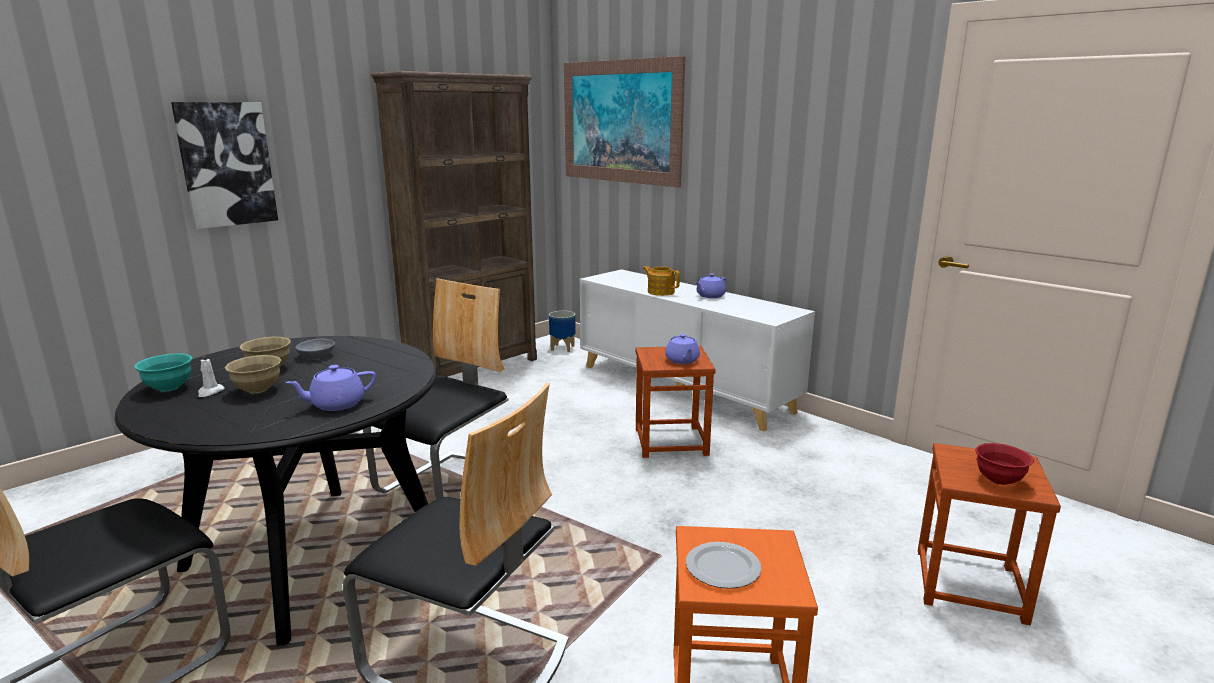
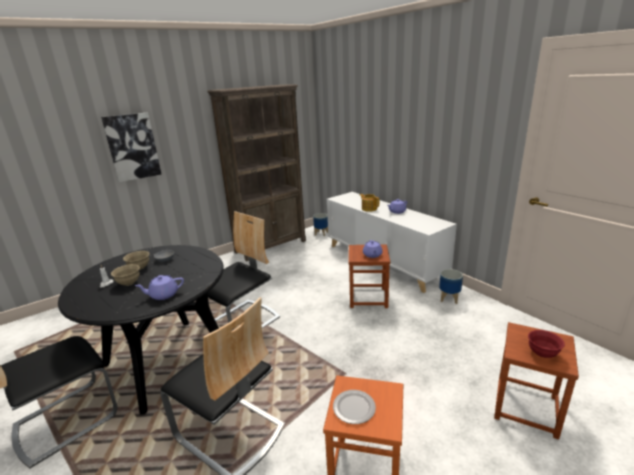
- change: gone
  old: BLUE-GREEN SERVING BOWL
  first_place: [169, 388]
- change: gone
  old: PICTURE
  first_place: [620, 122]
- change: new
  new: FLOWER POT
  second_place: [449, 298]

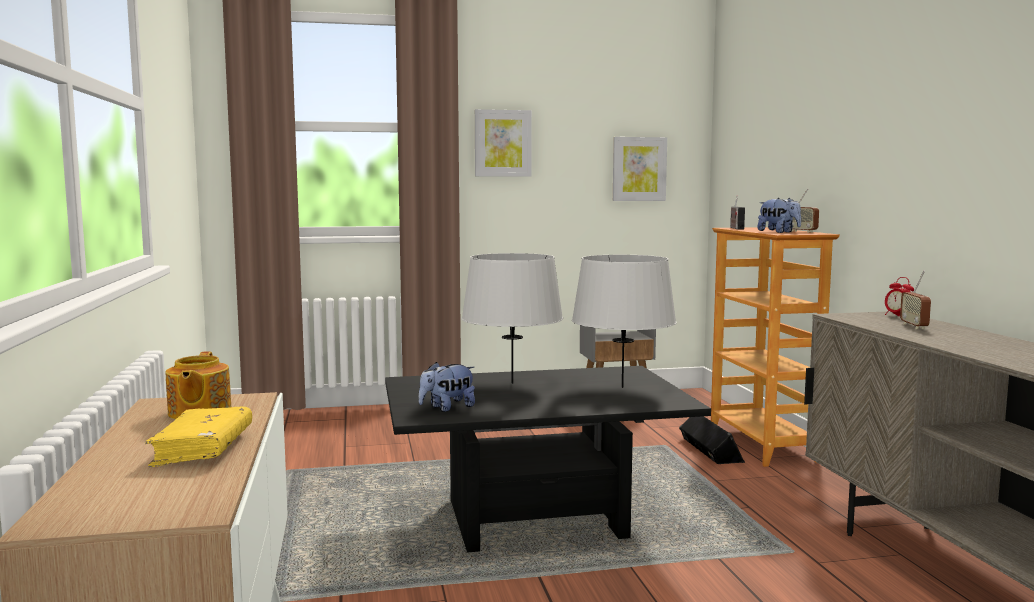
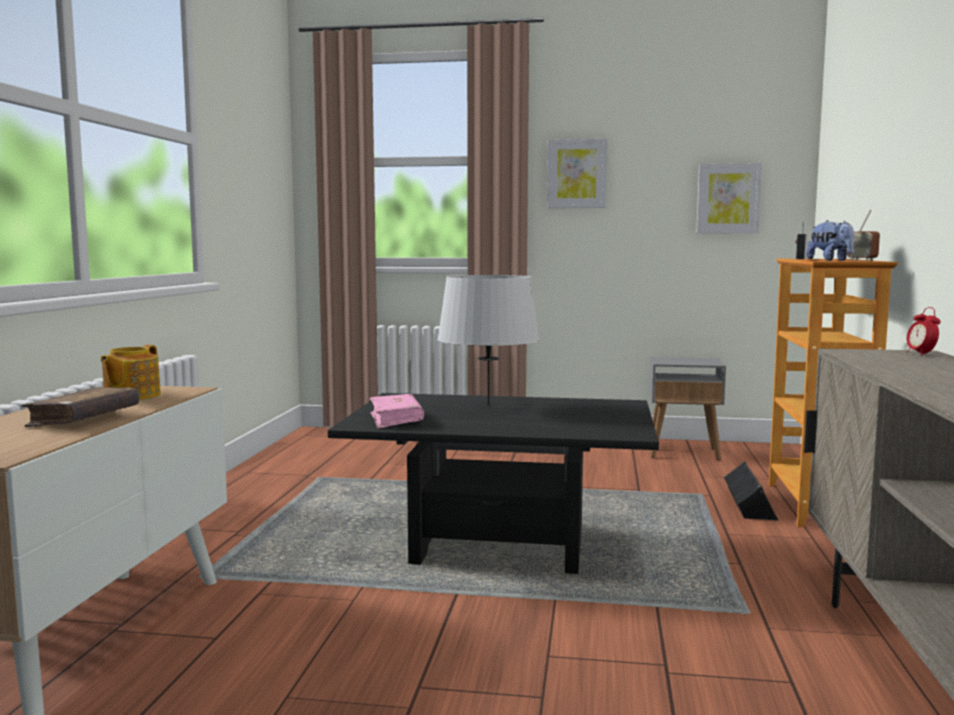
- change: gone
  old: GREYISH LAMP FOR A TABLE
  first_place: [622, 387]
- change: gone
  old: RADIO RECEIVER
  first_place: [914, 326]
- change: swapped
  old: PLUSH TOY
  new: PINKISH VOLUME
  first_place: [447, 408]
  second_place: [396, 420]
- change: repainted
  old: YELLOW-COLOURED VOLUME
  new: BROWNISH VOLUME
  first_place: [203, 449]
  second_place: [84, 419]

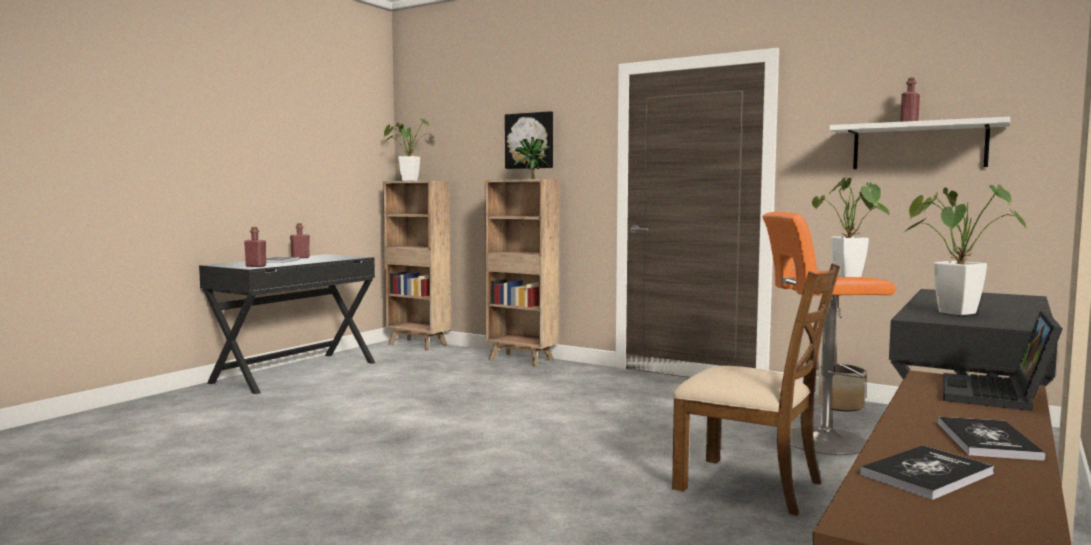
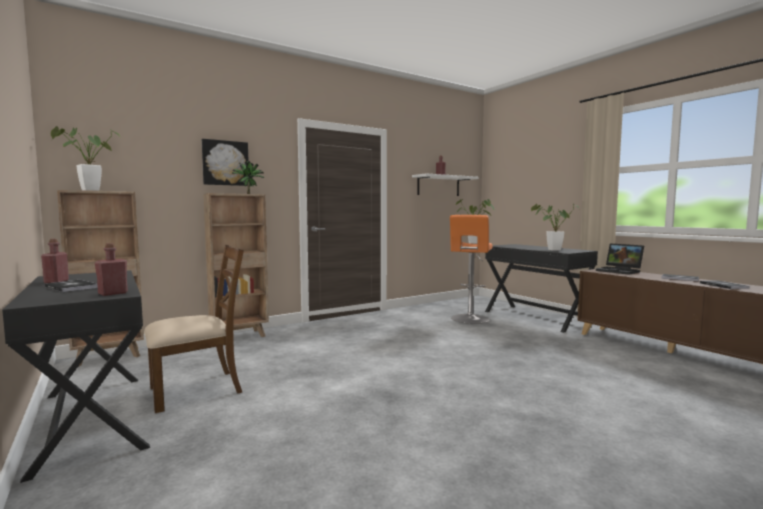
- change: gone
  old: FLOWER POT
  first_place: [840, 406]
- change: shifted
  old: BROWNISH CHAIR
  first_place: [750, 485]
  second_place: [197, 389]

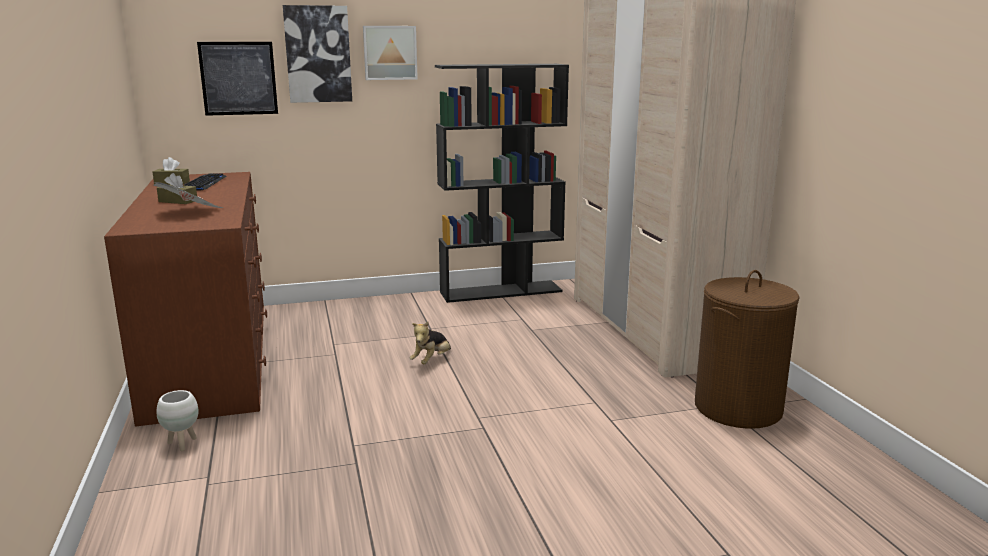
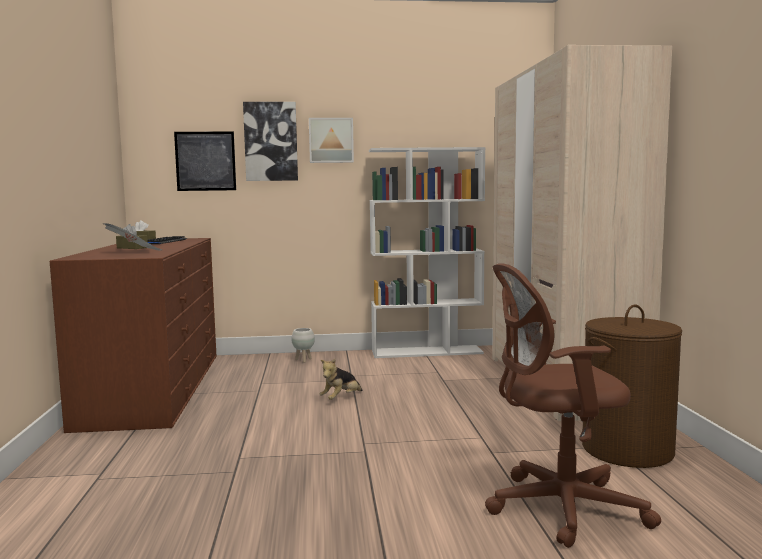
- change: new
  new: BROWNISH OFFICE CHAIR
  second_place: [558, 508]
- change: shifted
  old: WHITE FLOWER POT
  first_place: [182, 444]
  second_place: [303, 360]
- change: repainted
  old: BLACK BOOKSHELF
  new: WHITE BOOKSHELF
  first_place: [501, 291]
  second_place: [427, 352]

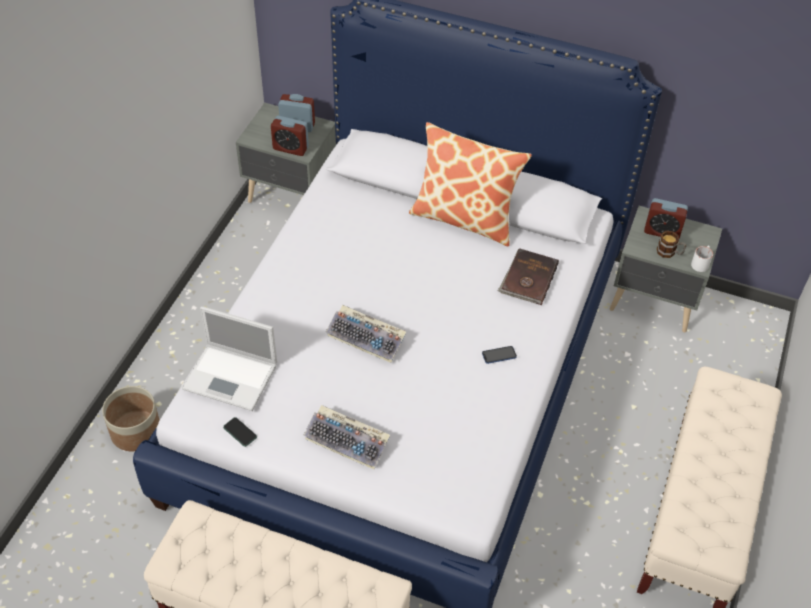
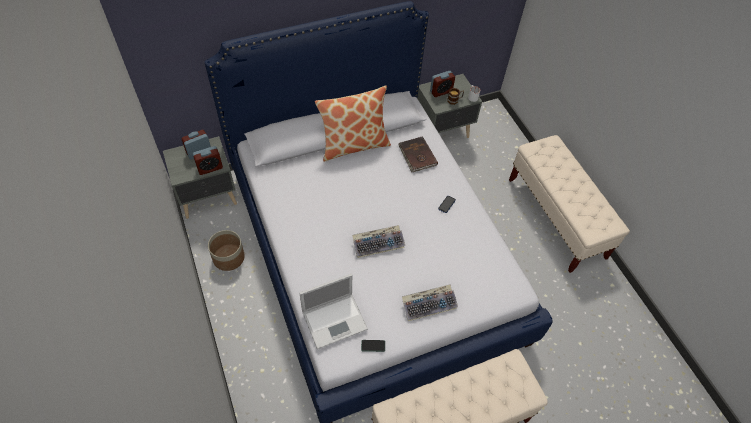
- change: shifted
  old: FLOWER POT
  first_place: [136, 431]
  second_place: [228, 257]

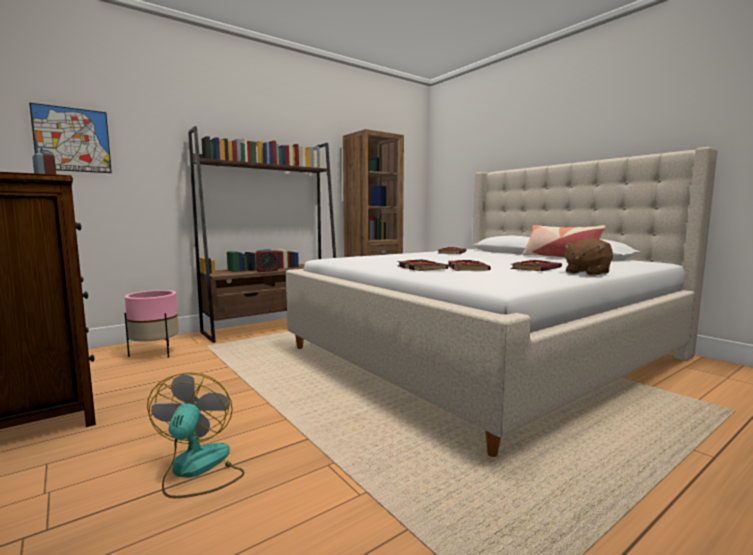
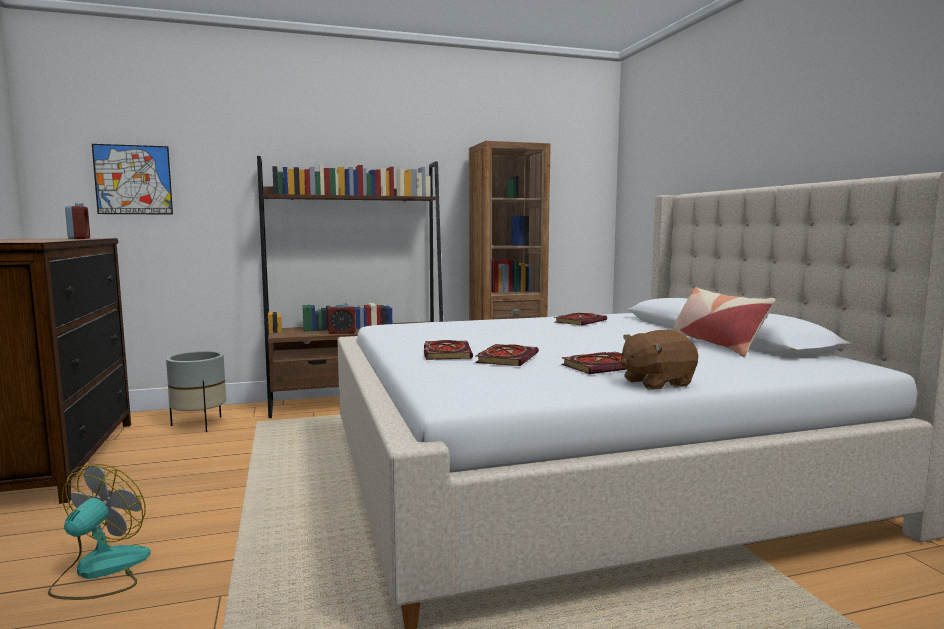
- change: repainted
  old: PINKISH FLOWER POT
  new: GREYISH FLOWER POT
  first_place: [155, 353]
  second_place: [199, 425]

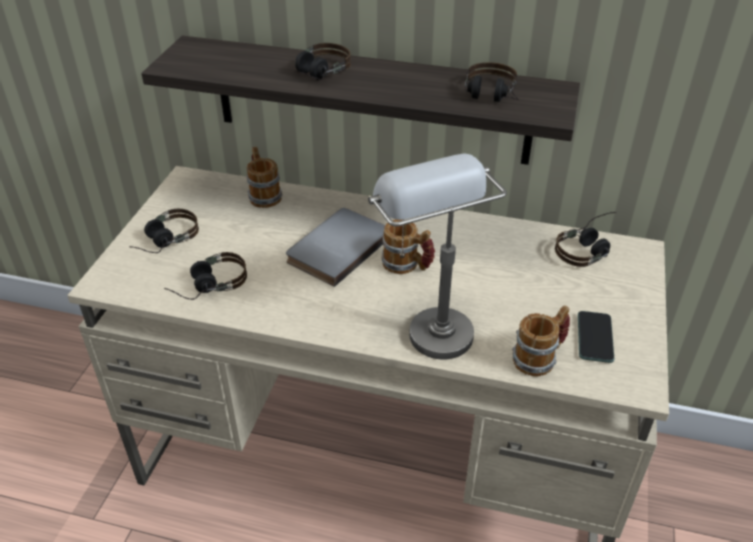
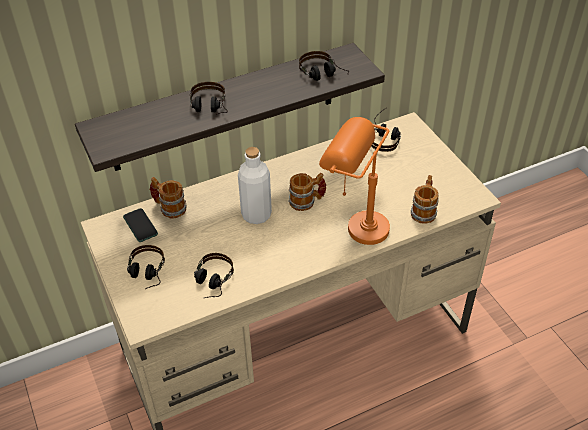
- change: shifted
  old: TELEPHONE
  first_place: [594, 337]
  second_place: [140, 226]
- change: swapped
  old: GREYISH VOLUME
  new: WHITE BOTTLE
  first_place: [336, 248]
  second_place: [256, 215]
- change: repainted
  old: GREYISH LAMP FOR A TABLE
  new: ORANGEY LAMP FOR A TABLE
  first_place: [428, 322]
  second_place: [354, 226]

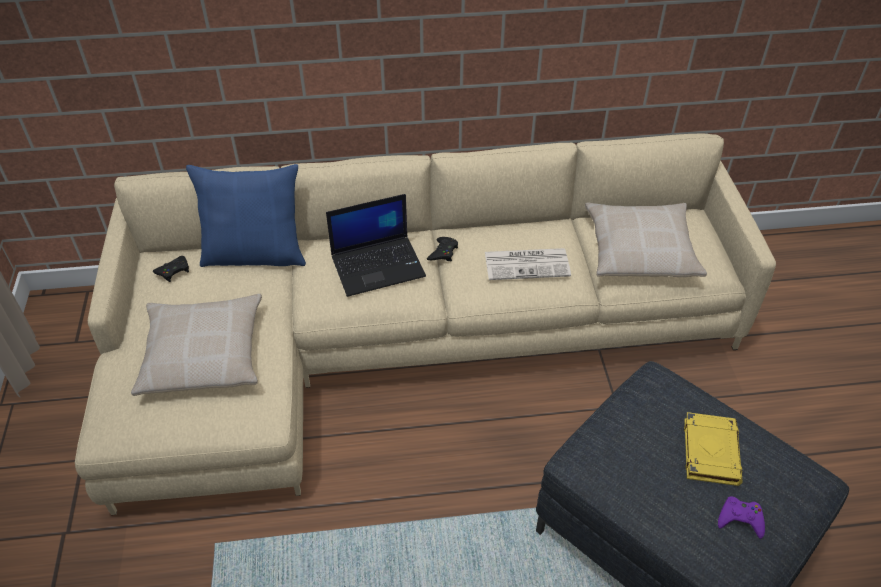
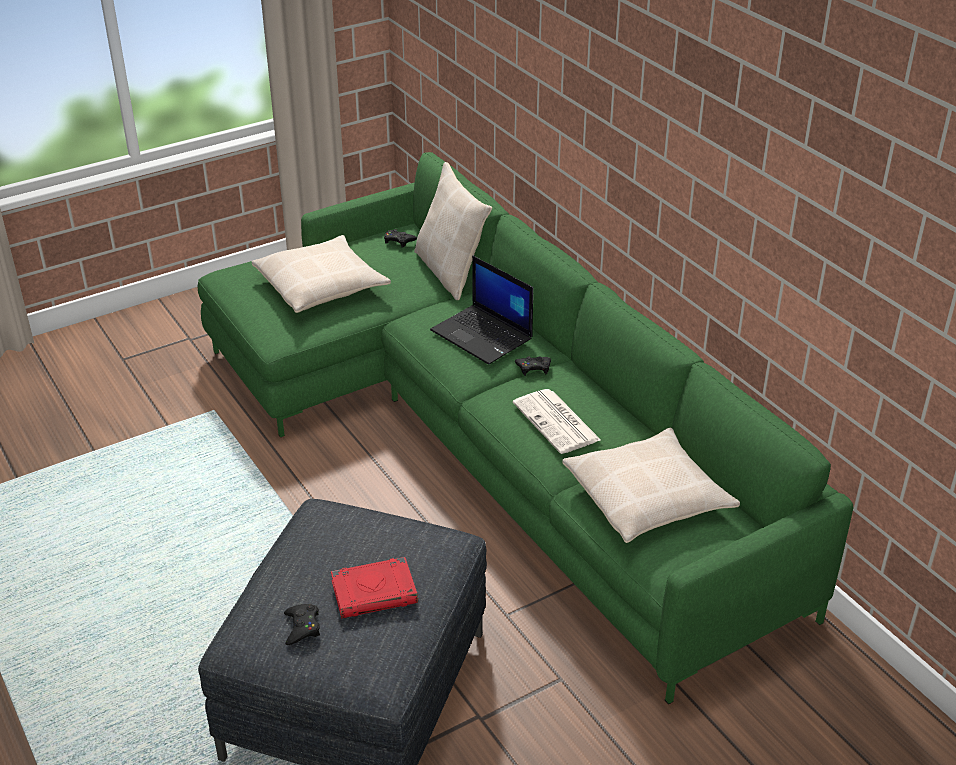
- change: repainted
  old: SAND-COLOURED COUCH
  new: GREEN-COLOURED COUCH
  first_place: [402, 340]
  second_place: [488, 438]
- change: repainted
  old: BLUE-COLOURED PILLOW
  new: SAND-COLOURED PILLOW
  first_place: [255, 254]
  second_place: [451, 272]
- change: repainted
  old: YELLOW-COLOURED VOLUME
  new: RED VOLUME
  first_place: [710, 451]
  second_place: [375, 592]
- change: repainted
  old: PURPLISH GAMEPAD
  new: BLACK GAMEPAD
  first_place: [740, 519]
  second_place: [302, 627]

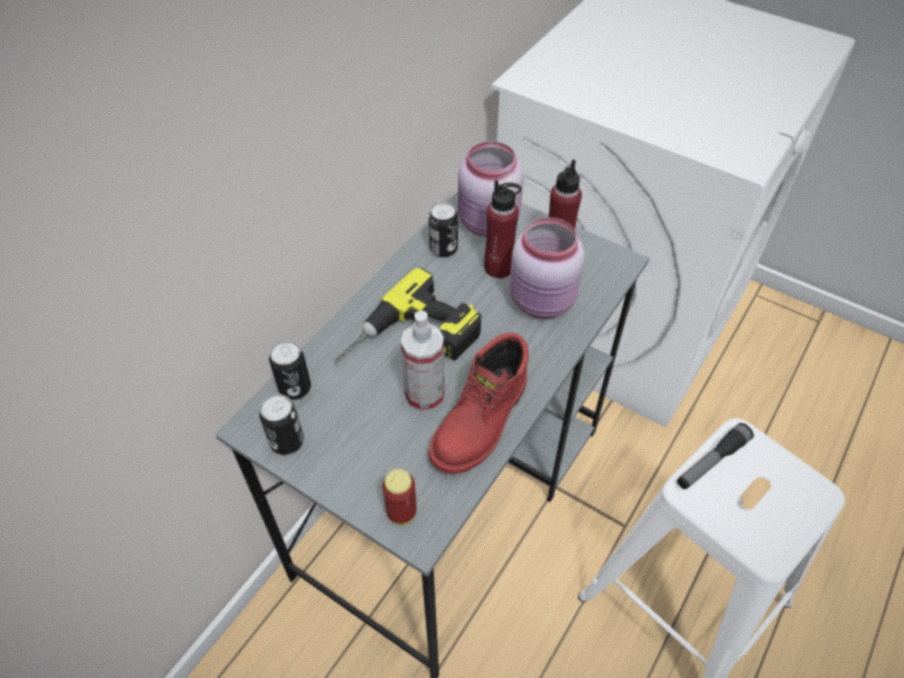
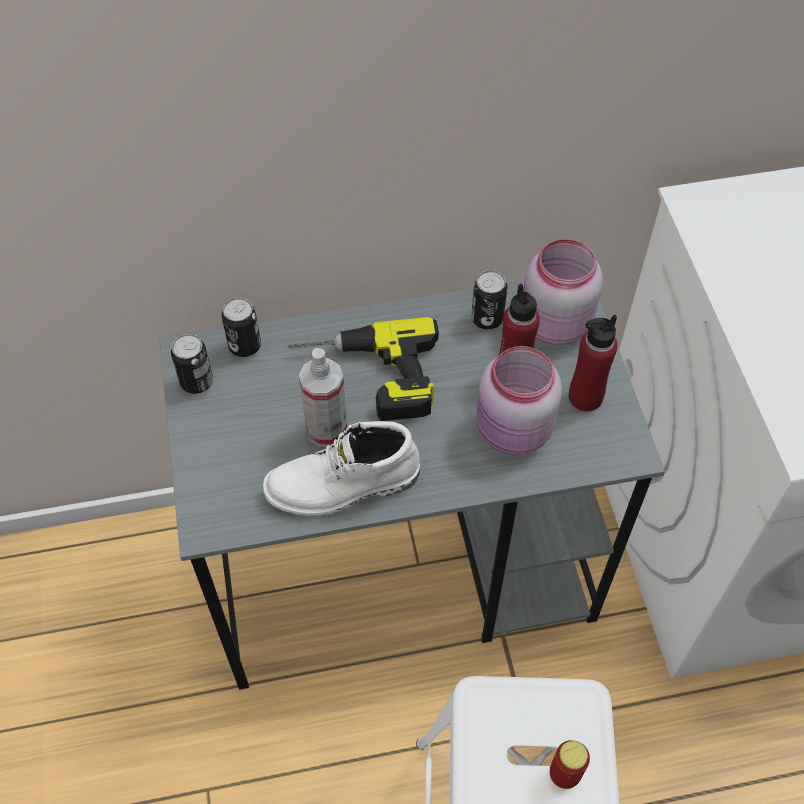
- change: gone
  old: FLASHLIGHT
  first_place: [711, 461]
- change: shifted
  old: CAN
  first_place: [401, 512]
  second_place: [564, 774]
- change: repainted
  old: RED TALL BOOT
  new: WHITE TALL BOOT
  first_place: [482, 422]
  second_place: [343, 487]

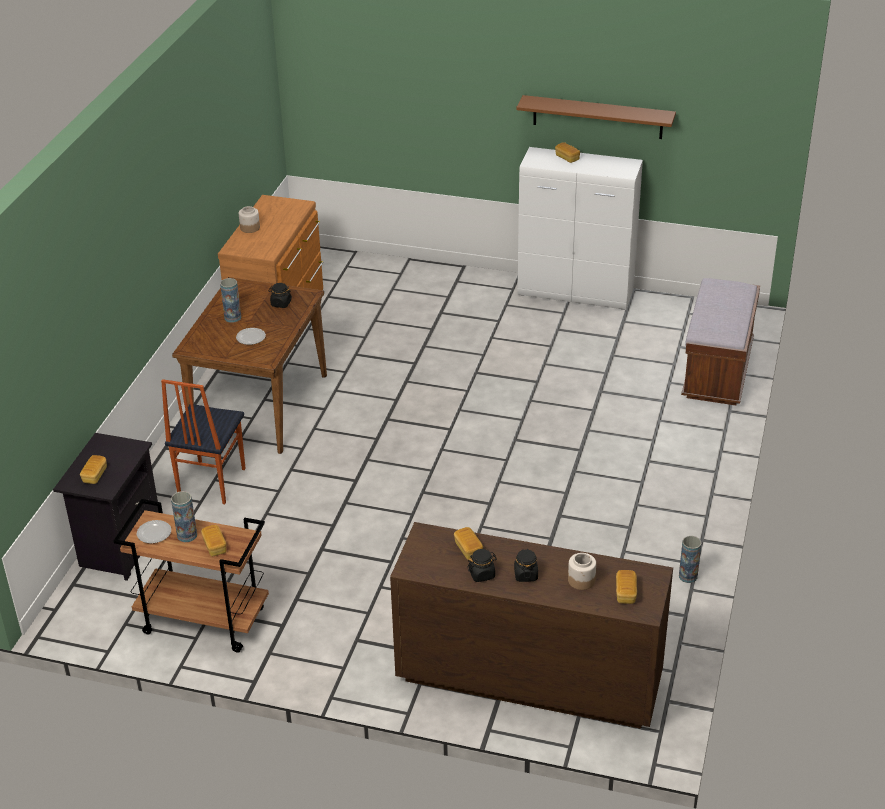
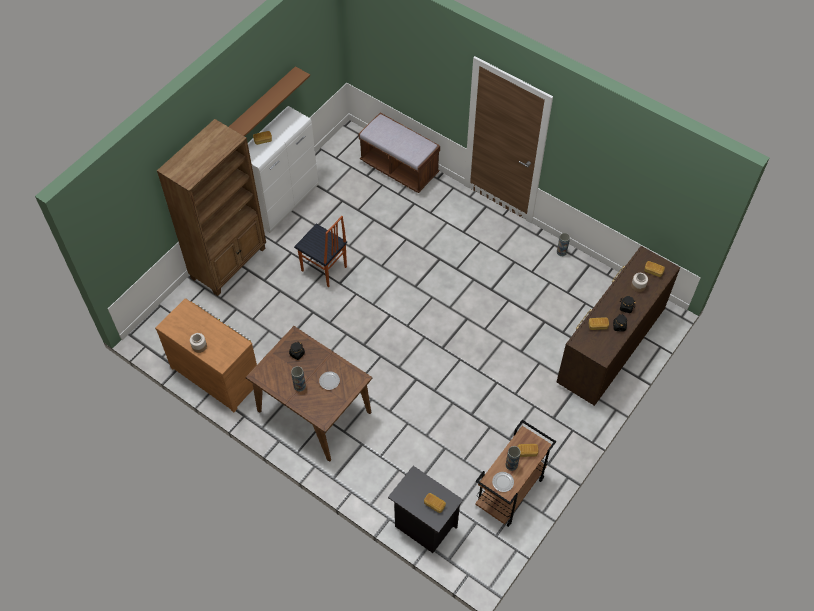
- change: new
  new: BROWNISH BOOKSHELF
  second_place: [229, 263]
- change: shifted
  old: CHAIR
  first_place: [210, 482]
  second_place: [324, 269]

